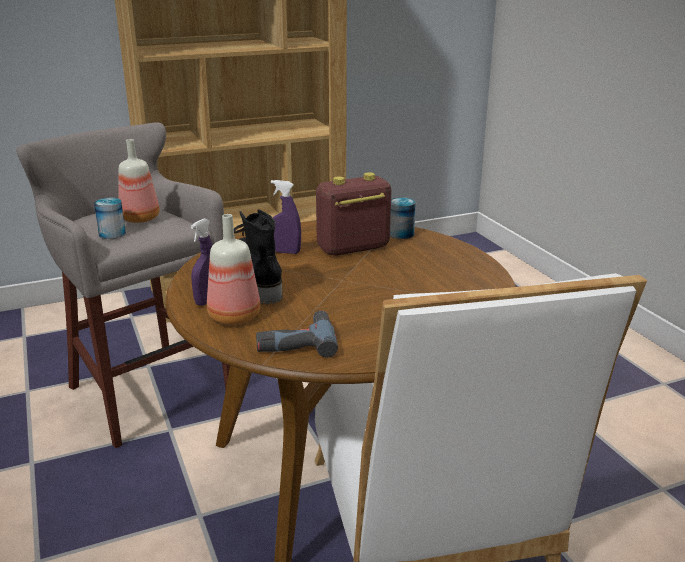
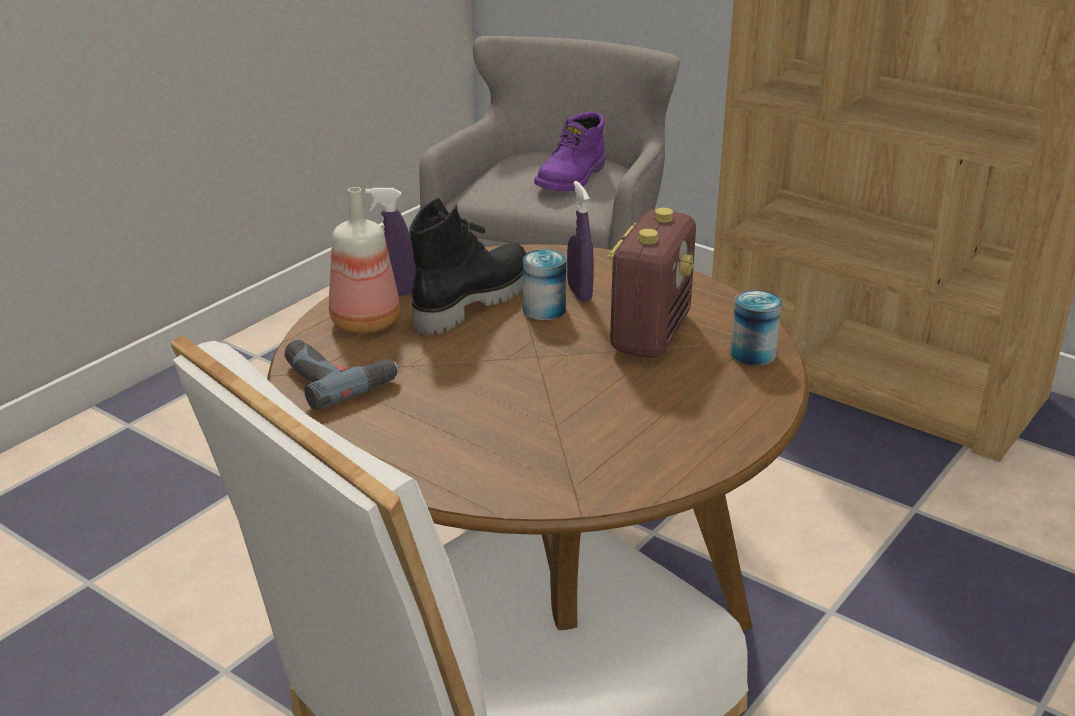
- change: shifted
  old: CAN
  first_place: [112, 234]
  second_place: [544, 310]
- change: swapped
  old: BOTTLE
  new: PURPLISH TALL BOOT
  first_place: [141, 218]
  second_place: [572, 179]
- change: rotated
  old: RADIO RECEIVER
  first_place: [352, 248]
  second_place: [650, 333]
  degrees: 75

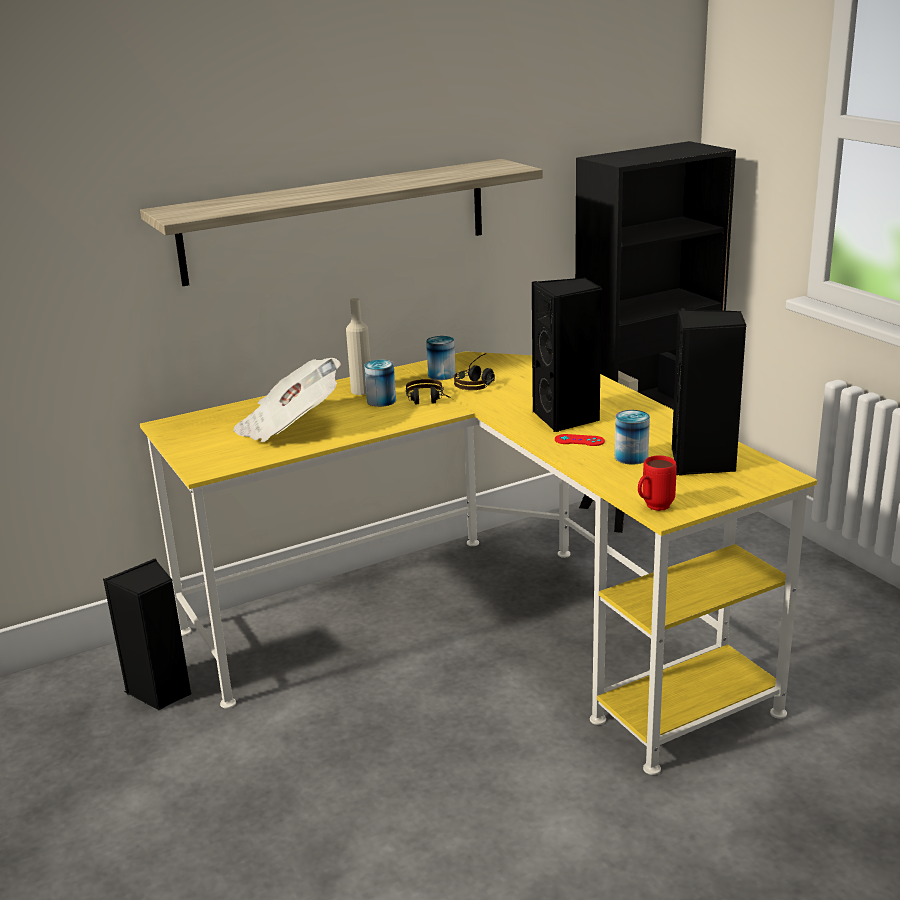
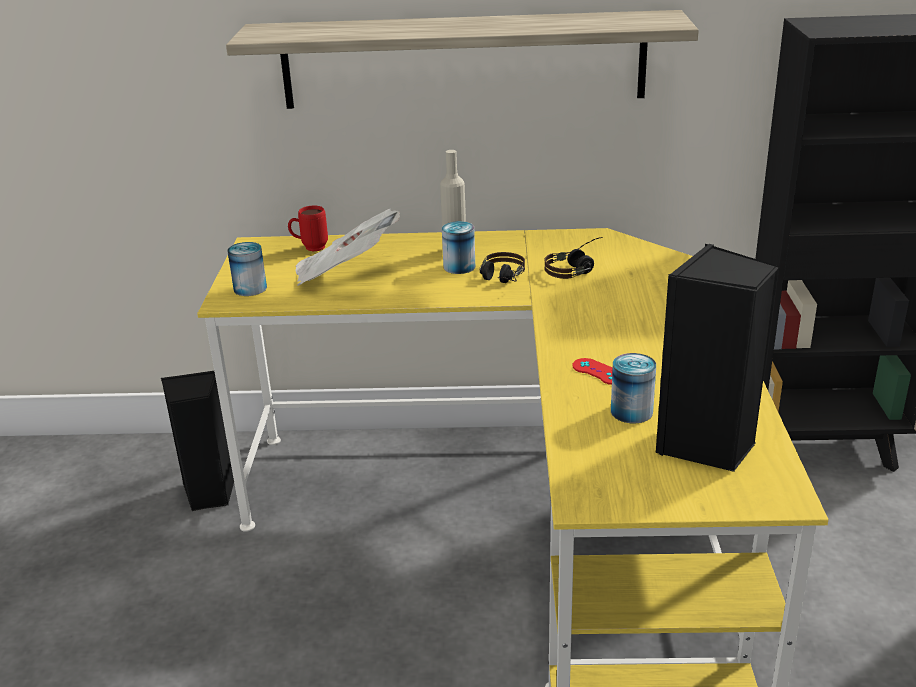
- change: gone
  old: BLACK SPEAKER
  first_place: [567, 418]
- change: shifted
  old: CAN
  first_place: [441, 375]
  second_place: [250, 288]
- change: shifted
  old: RED COFFEE MUG
  first_place: [653, 508]
  second_place: [309, 248]

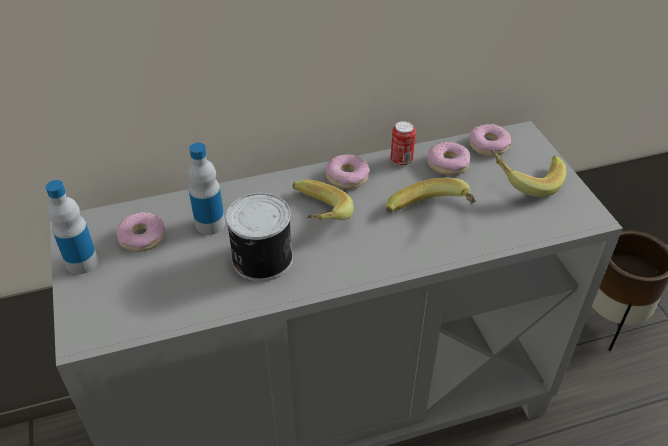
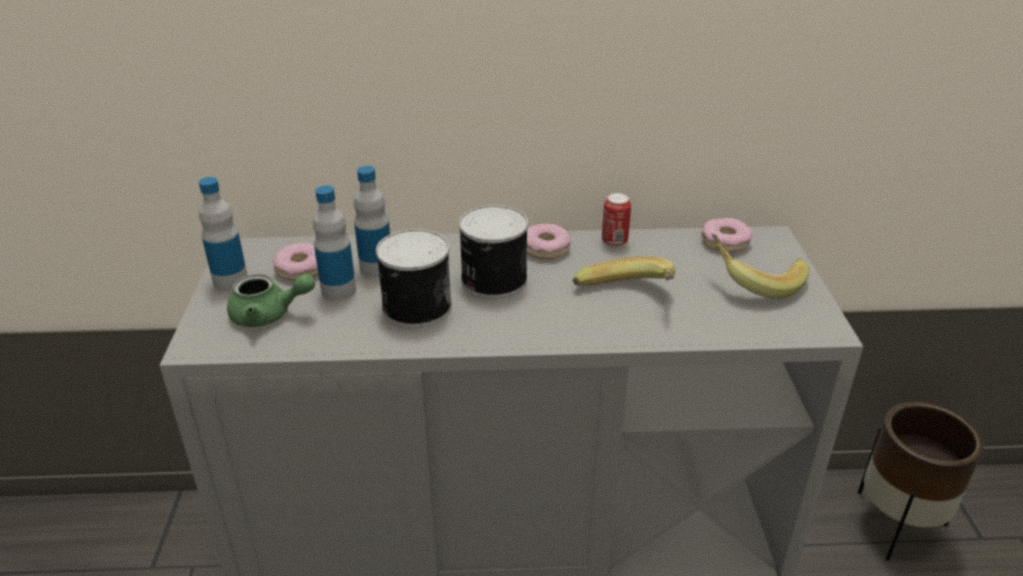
- change: gone
  old: DOUGHNUT
  first_place: [448, 164]
- change: new
  new: GREEN-COLOURED TEA POT
  second_place: [269, 315]
- change: new
  new: BOTTLE
  second_place: [338, 291]
- change: swapped
  old: WHOLE BANANA
  new: CAN
  first_place: [315, 218]
  second_place: [492, 279]

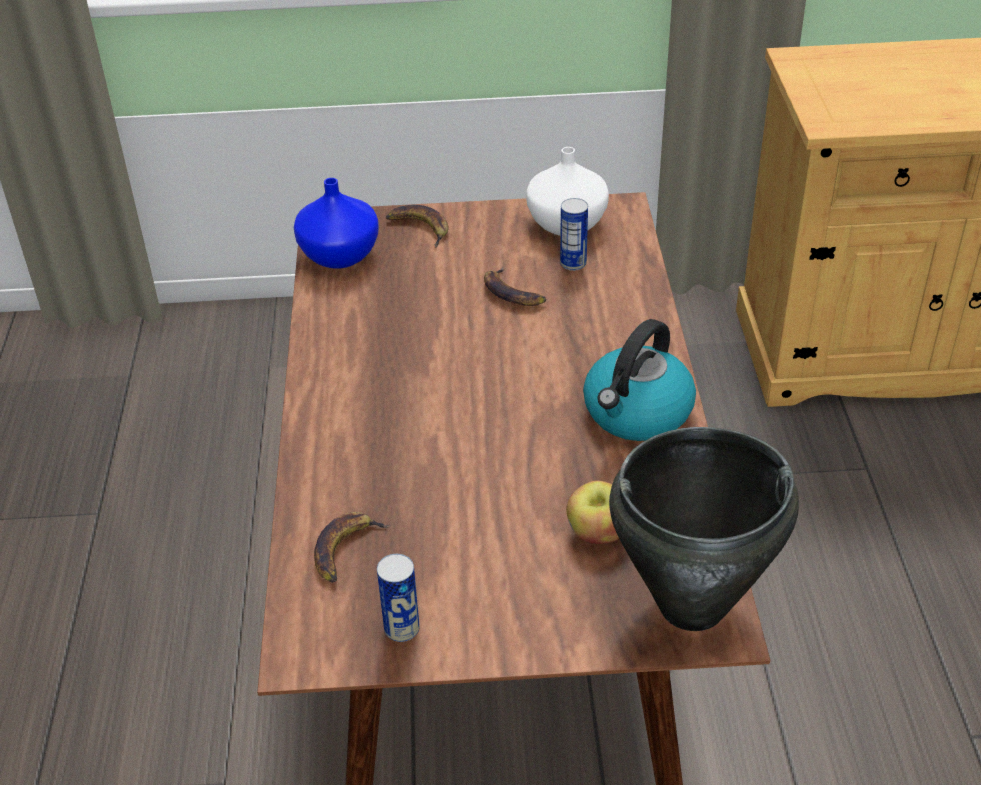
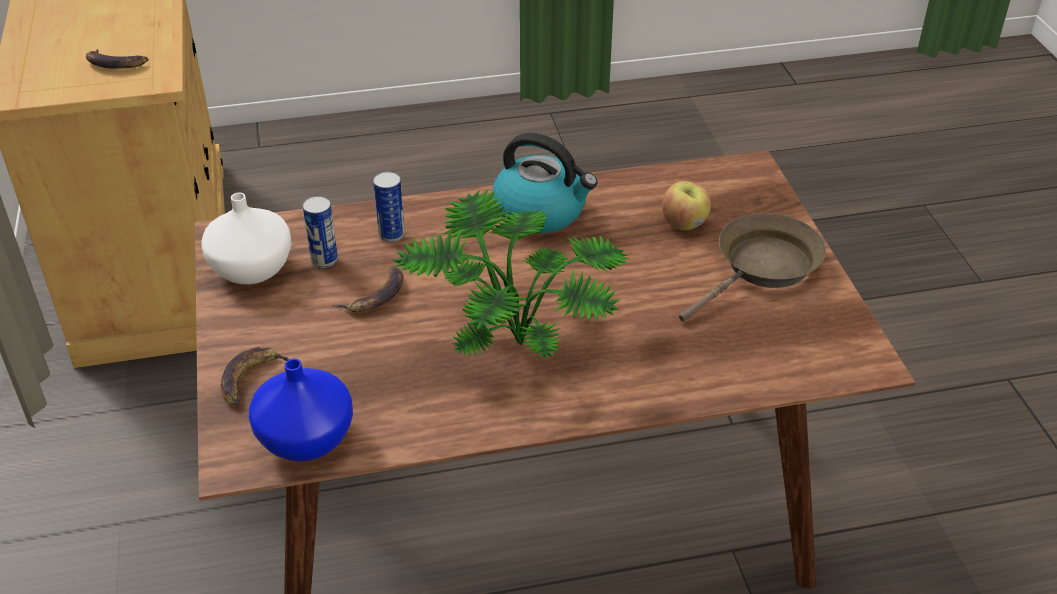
- change: gone
  old: BLACK SAUCEPOT
  first_place: [693, 606]
- change: new
  new: HOUSEPLANT
  second_place: [515, 334]
- change: new
  new: BROWNISH PAN
  second_place: [763, 268]
- change: shifted
  old: WHOLE BANANA
  first_place: [345, 550]
  second_place: [116, 63]
- change: shifted
  old: CAN
  first_place: [402, 629]
  second_place: [391, 234]

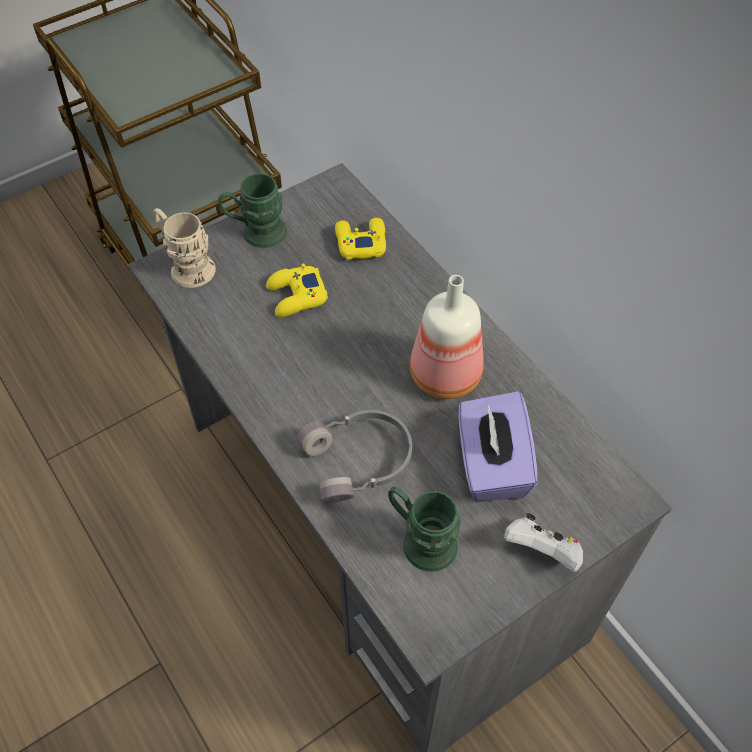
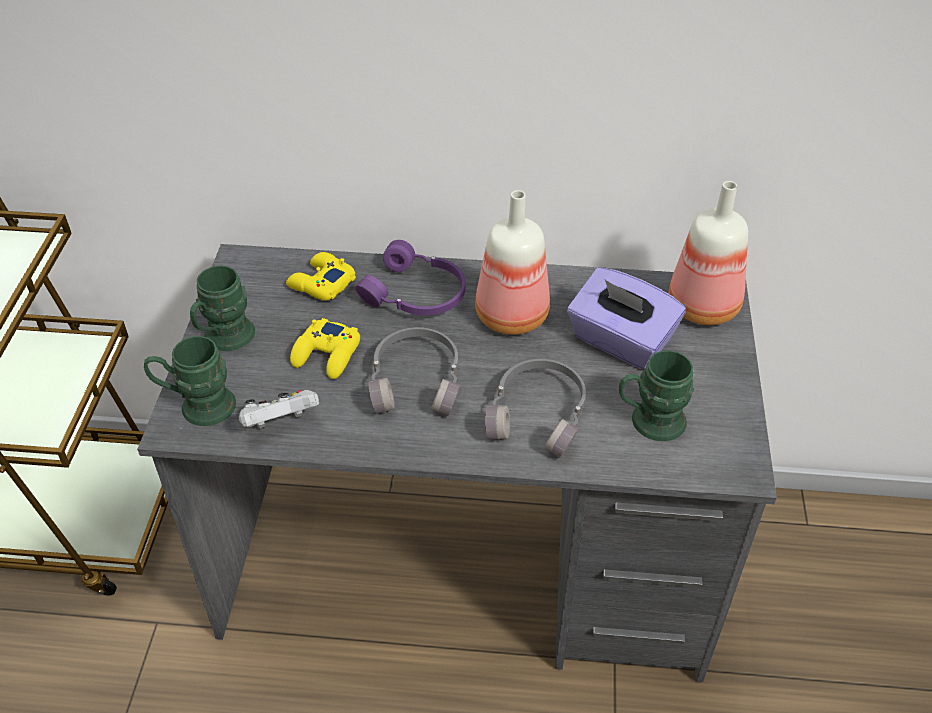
- change: new
  new: PURPLISH HEADPHONES
  second_place: [415, 295]
- change: new
  new: GREYISH HEADPHONES
  second_place: [417, 381]
- change: new
  new: BOTTLE
  second_place: [705, 306]
- change: shifted
  old: WHITE GAMEPAD
  first_place: [542, 551]
  second_place: [280, 423]
- change: repainted
  old: SAND-COLOURED COFFEE MUG
  new: GREEN-COLOURED COFFEE MUG
  first_place: [186, 266]
  second_place: [197, 407]

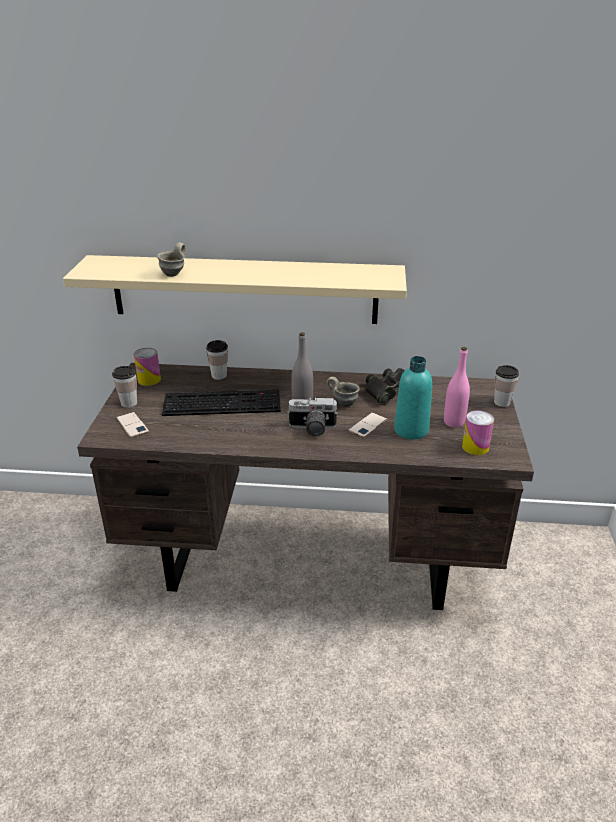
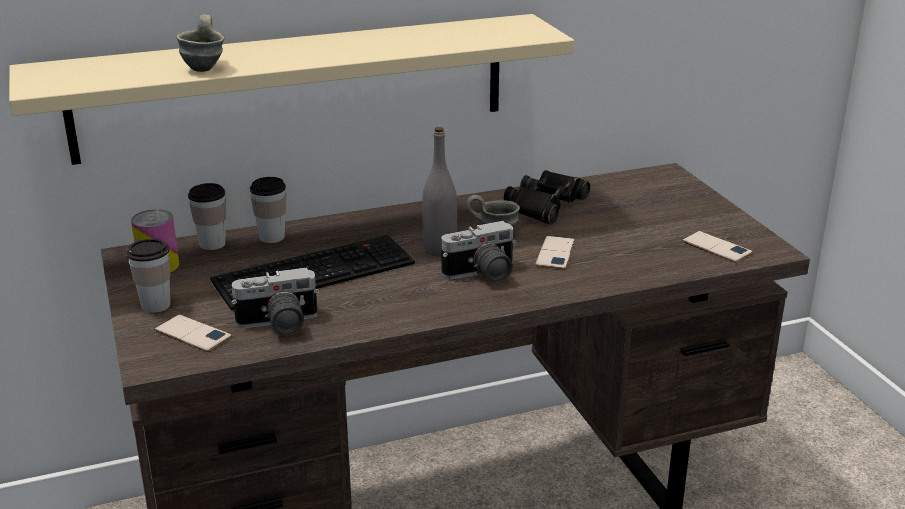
- change: gone
  old: BLUE-GREEN BOTTLE
  first_place: [411, 430]
- change: gone
  old: PINKISH BOTTLE
  first_place: [454, 422]
- change: new
  new: STILL CAMERA
  second_place: [278, 325]
- change: shifted
  old: DRINKING CUP
  first_place: [502, 402]
  second_place: [212, 244]
- change: swapped
  old: CAN
  new: TELEPHONE
  first_place: [475, 447]
  second_place: [716, 247]

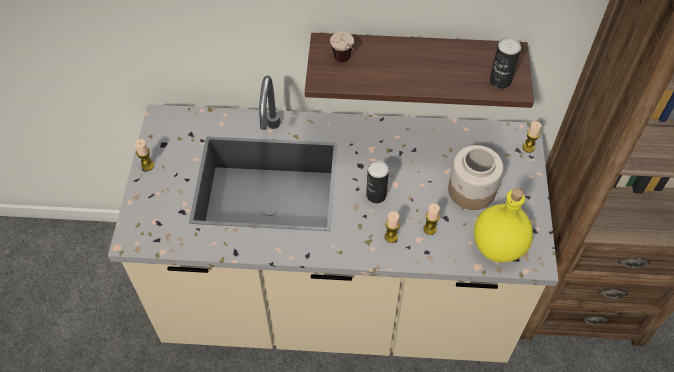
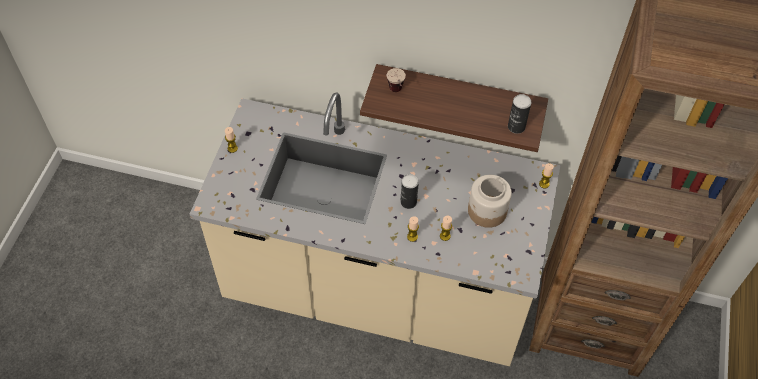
- change: gone
  old: YELLOW-COLOURED BOTTLE
  first_place: [498, 247]

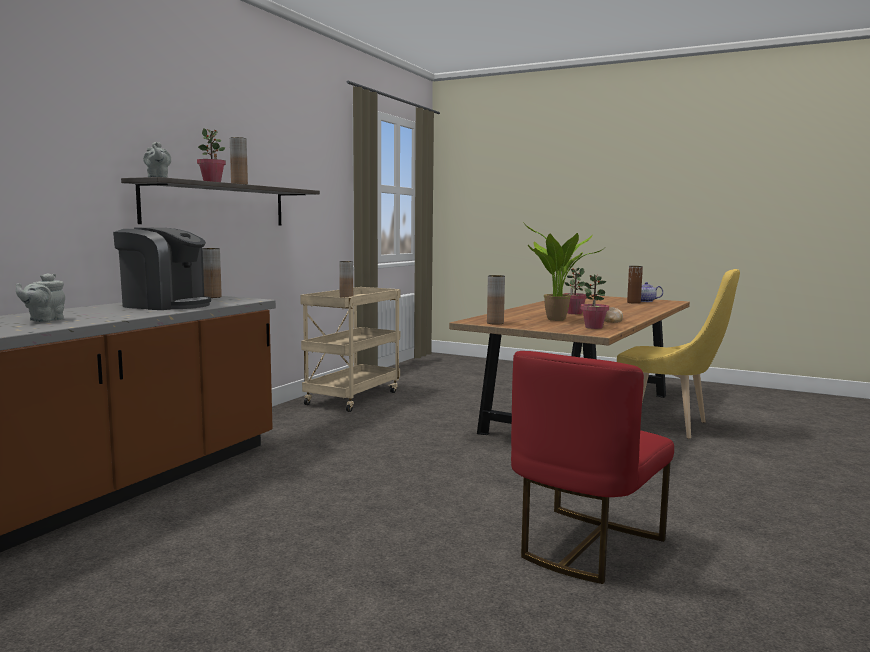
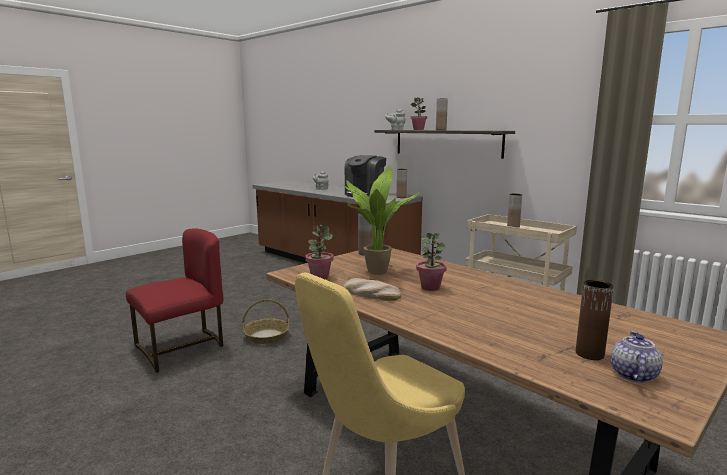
- change: new
  new: HOUSEHOLD BASKET
  second_place: [266, 336]
- change: rotated
  old: RED CHAIR
  first_place: [584, 546]
  second_place: [181, 348]
  degrees: 90

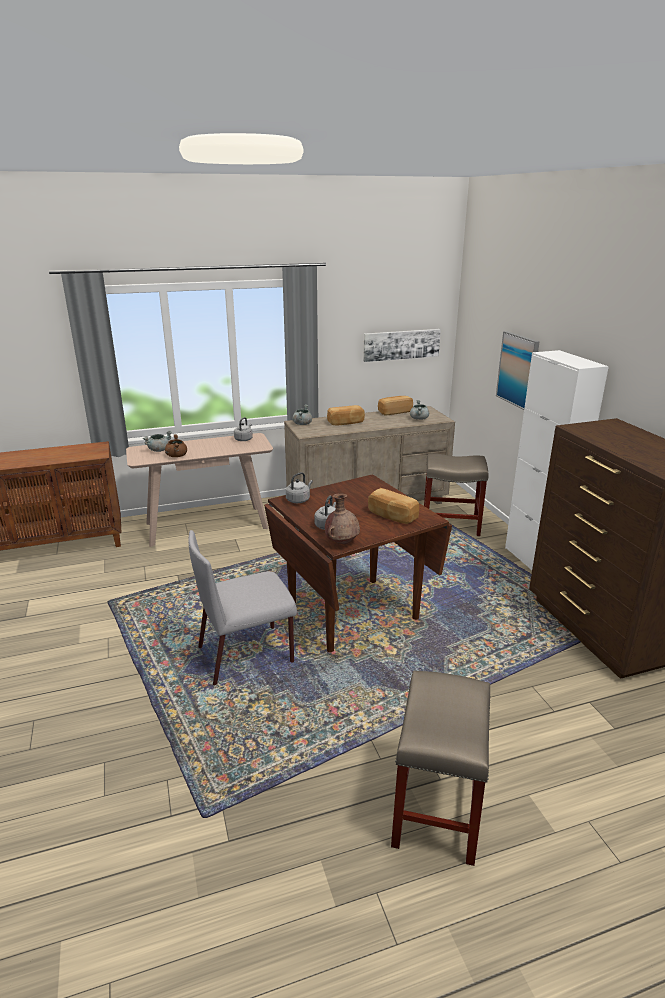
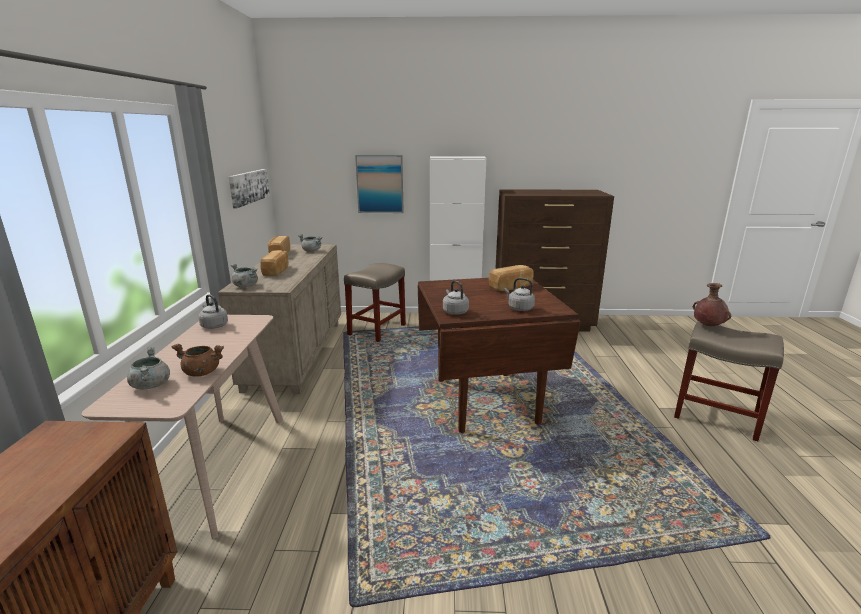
- change: gone
  old: GREYISH CHAIR
  first_place: [247, 654]
- change: shifted
  old: BROWNISH FLOWER VASE
  first_place: [342, 542]
  second_place: [707, 326]

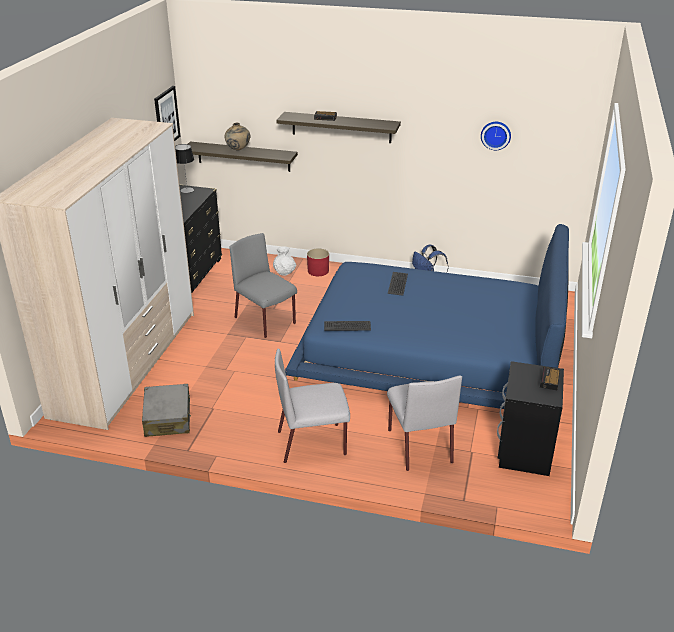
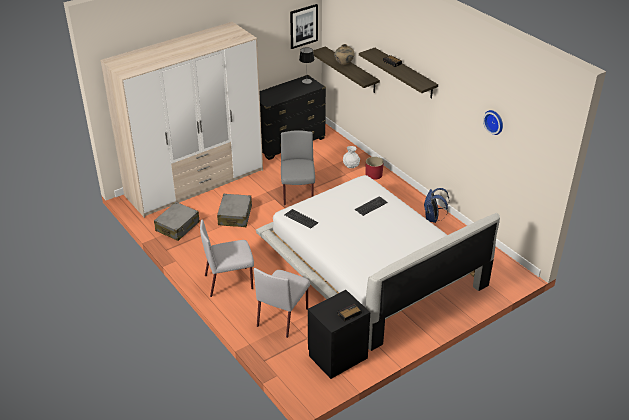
- change: new
  new: GREYISH TRAVEL CASE
  second_place: [235, 216]
- change: repainted
  old: BLUE-COLOURED BEDROOM BED
  new: WHITE BEDROOM BED
  first_place: [430, 350]
  second_place: [370, 264]
- change: rotated
  old: GREYISH CHAIR
  first_place: [313, 443]
  second_place: [229, 282]
  degrees: -45

